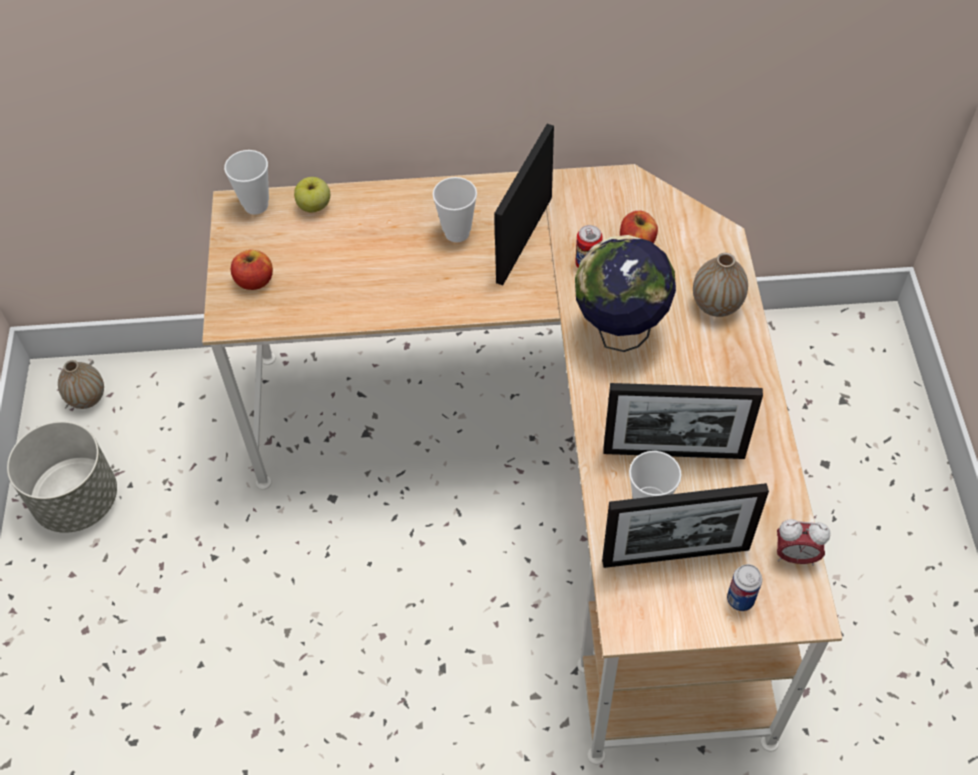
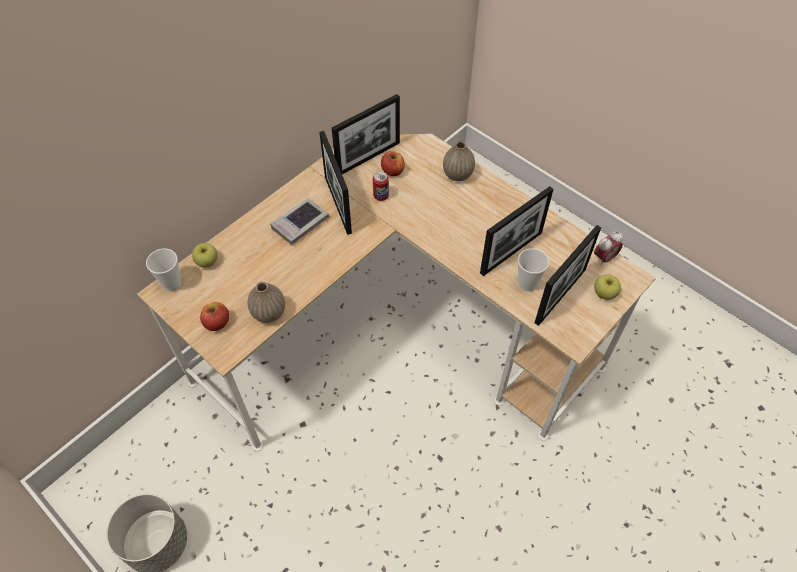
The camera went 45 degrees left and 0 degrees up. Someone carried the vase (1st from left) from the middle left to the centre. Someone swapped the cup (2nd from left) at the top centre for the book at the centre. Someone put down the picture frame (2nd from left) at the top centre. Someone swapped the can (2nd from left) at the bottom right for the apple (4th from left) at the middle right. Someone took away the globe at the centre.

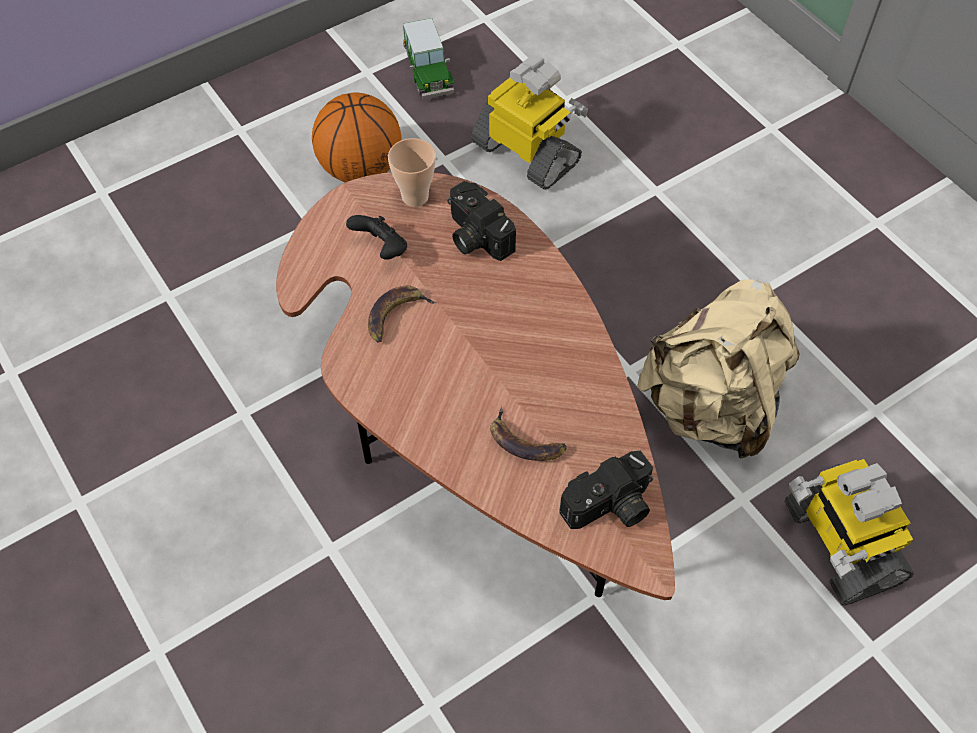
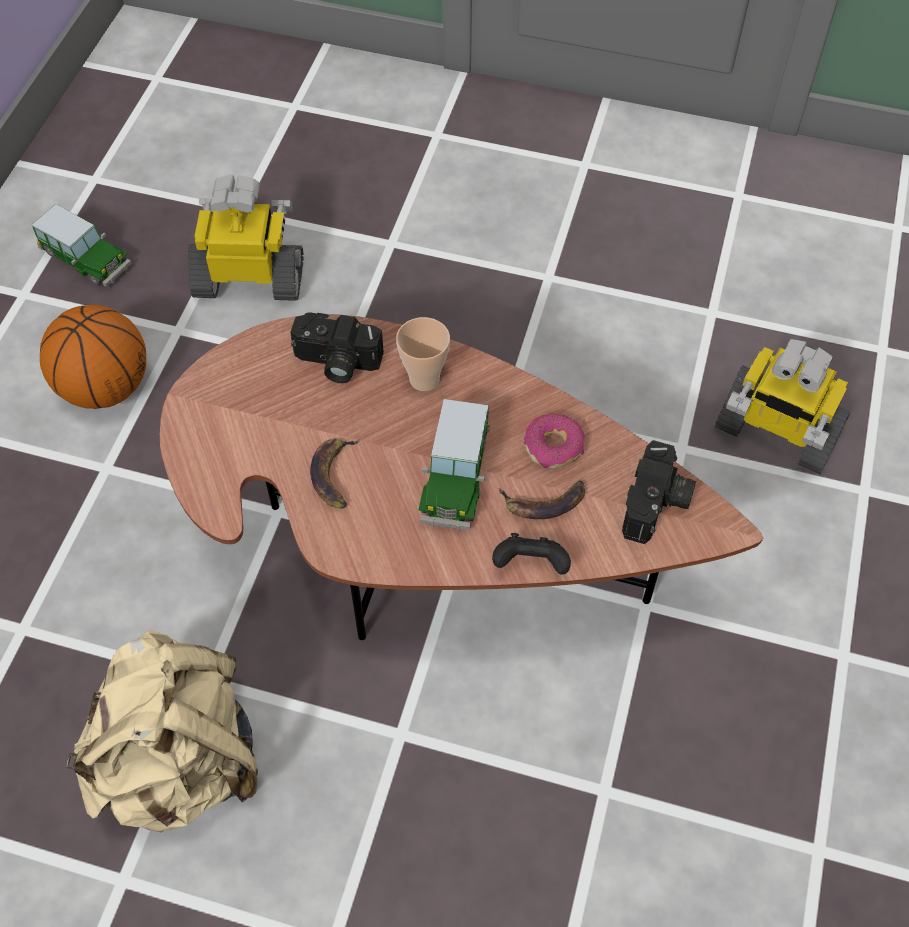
The camera went 40 degrees left and 0 degrees up. Someone carried the beige backpack from the middle right to the bottom left. Someone carried the cup from the top centre to the centre. Someone put down the toy car (2nd from left) at the centre. Someone carried the black game controller from the top centre to the centre. Someone put down the donut at the centre.

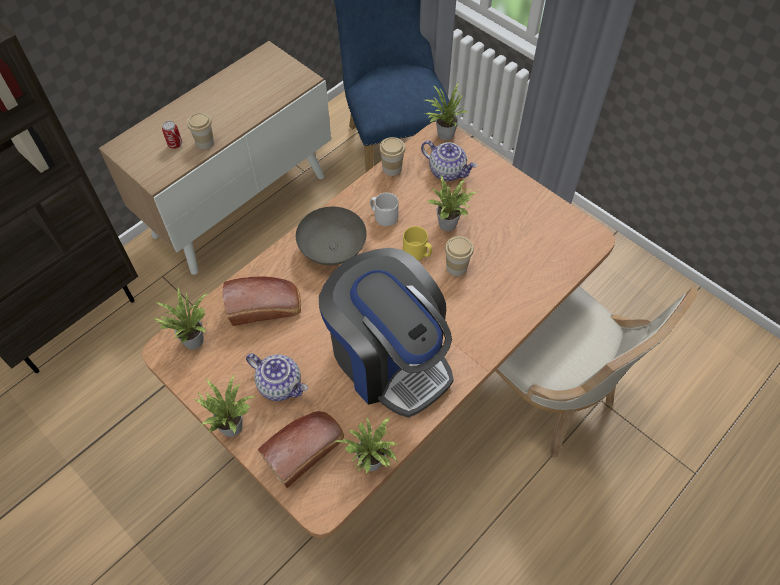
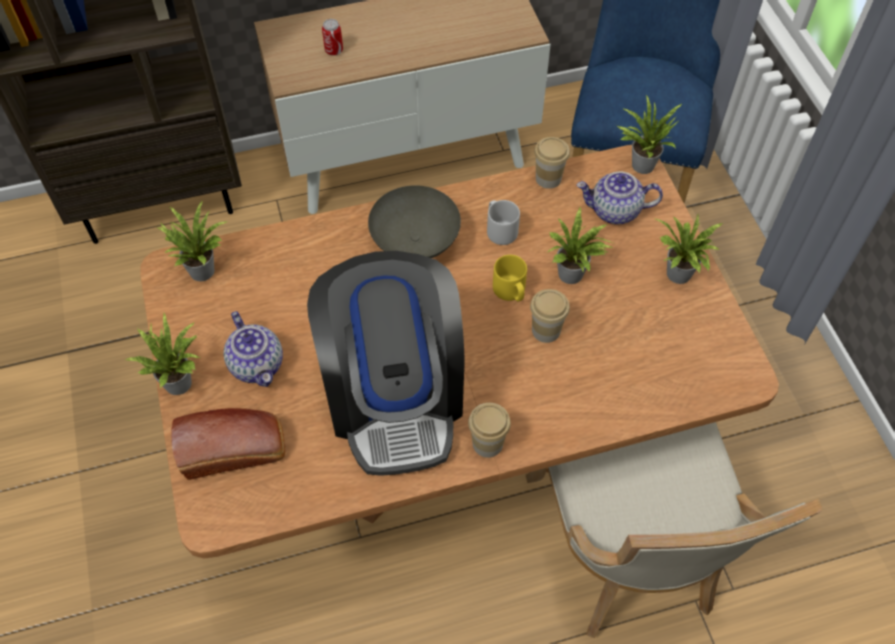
The camera went 30 degrees right and 0 degrees up. Someone carried the cup (1st from left) from the top left to the bottom centre. Someone rotated the teapot (2nd from left) at the top centre by 120 degrees clockwise. Someone carried the potted plant (3rd from left in the first image) from the bottom centre to the middle right. Someone took away the bread (1st from left) at the centre.

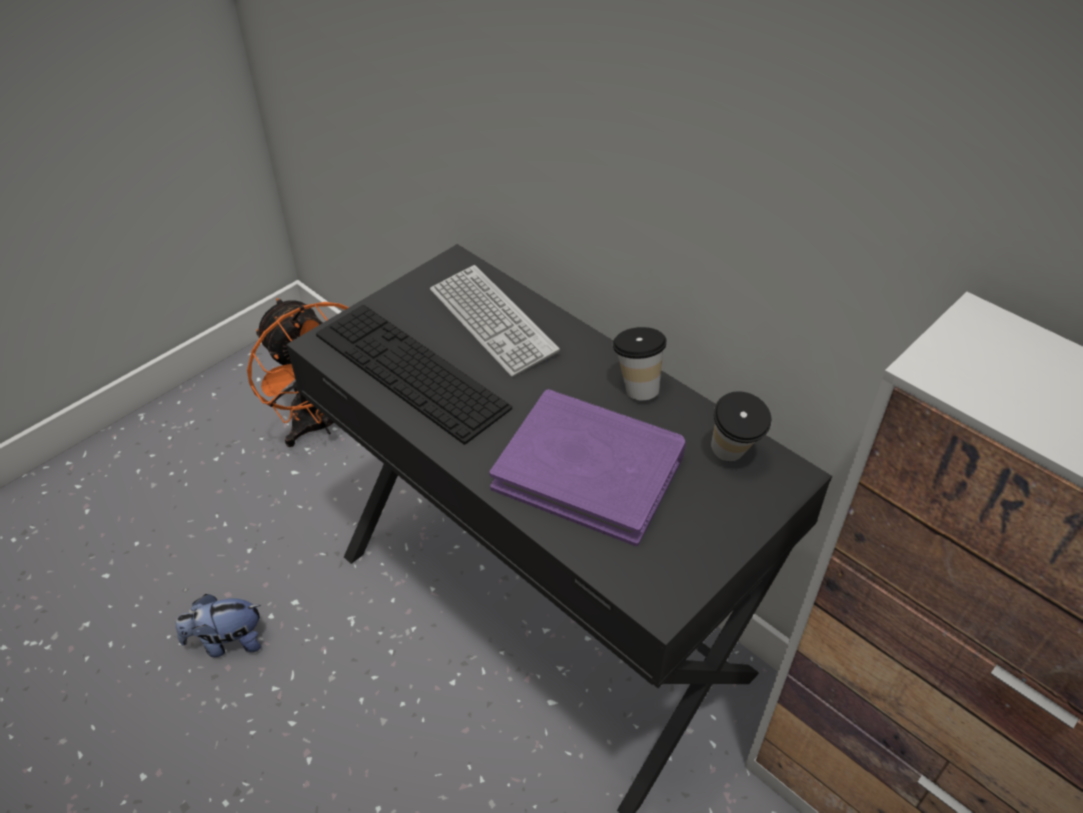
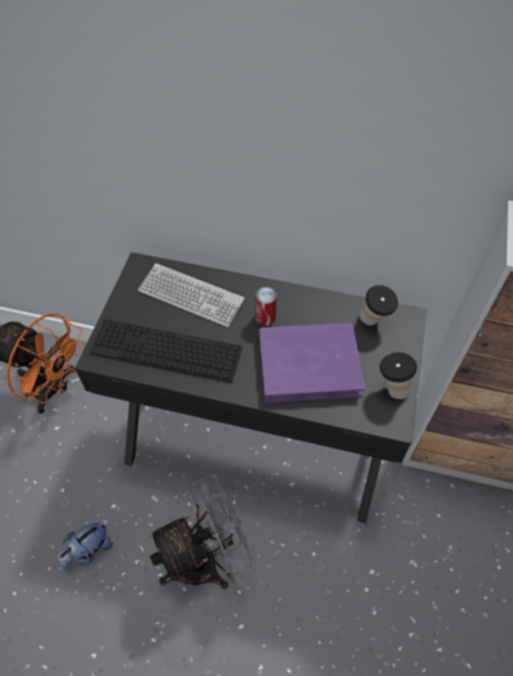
The camera went 30 degrees left and 10 degrees up. Someone put down the grey fan at the bottom centre. Someone put down the can at the centre. Someone carried the cup (1st from left in the first image) from the centre to the middle right.

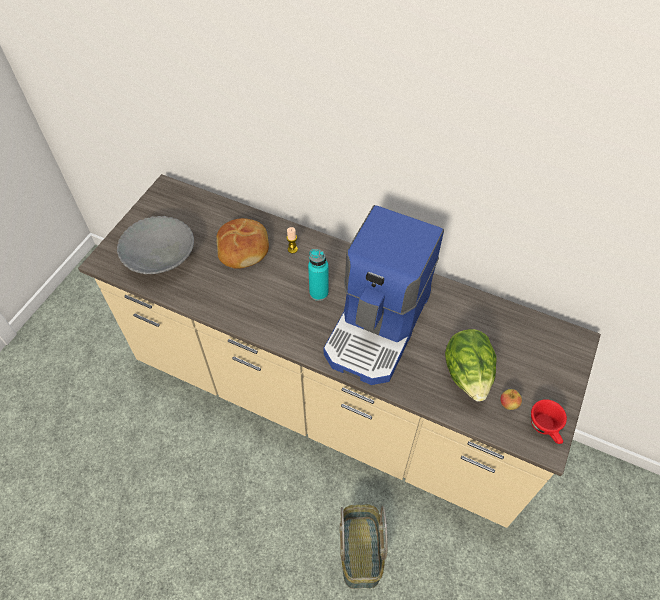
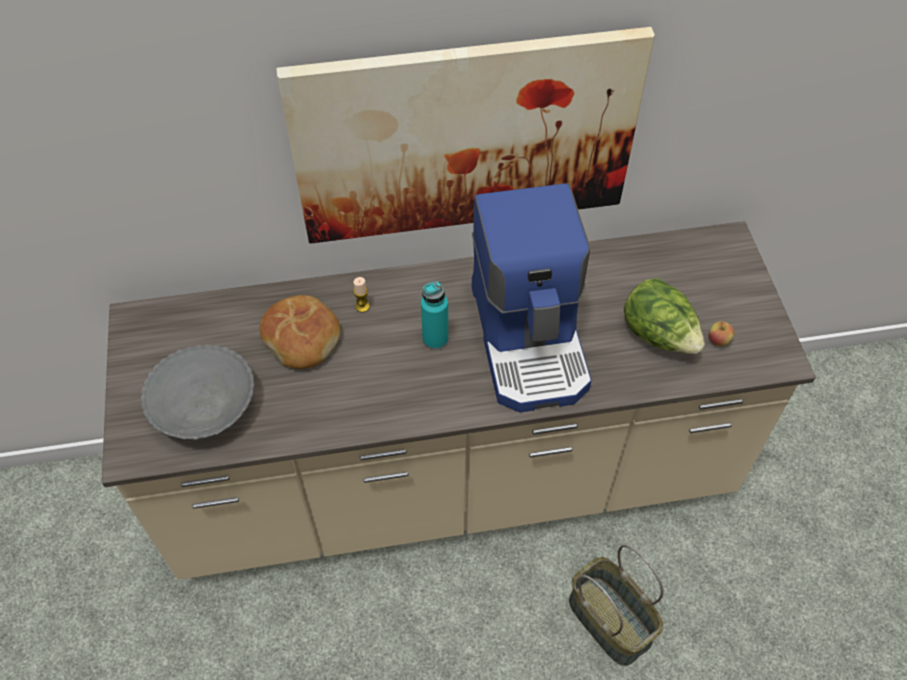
The camera went 35 degrees left and 0 degrees up. Someone put up the picture at the top centre. Someone took away the red cup at the bottom right.

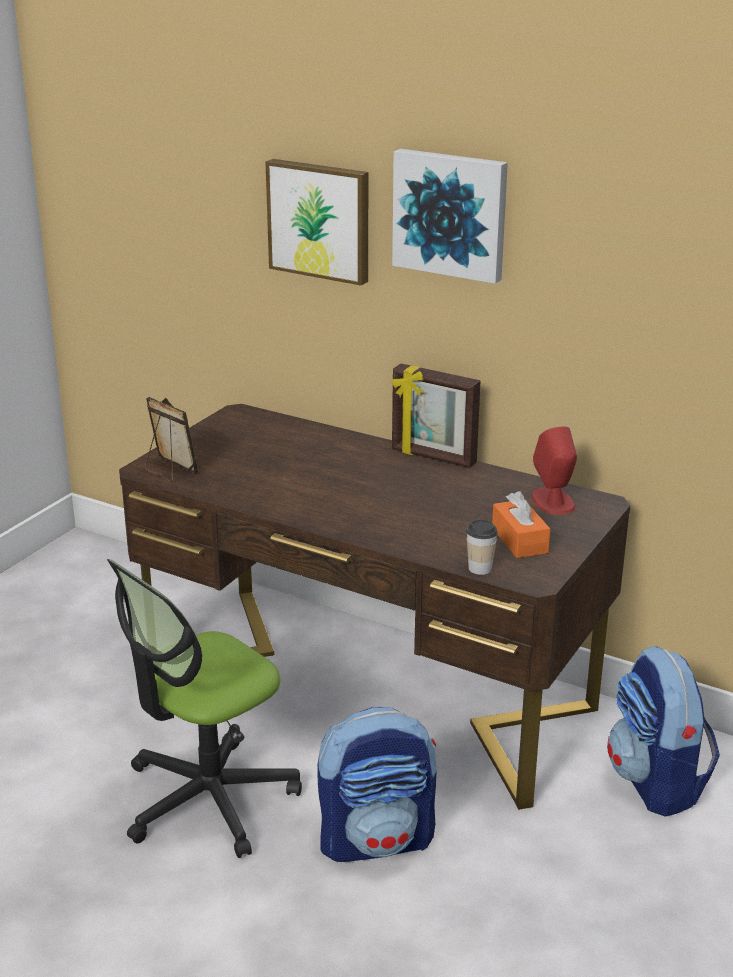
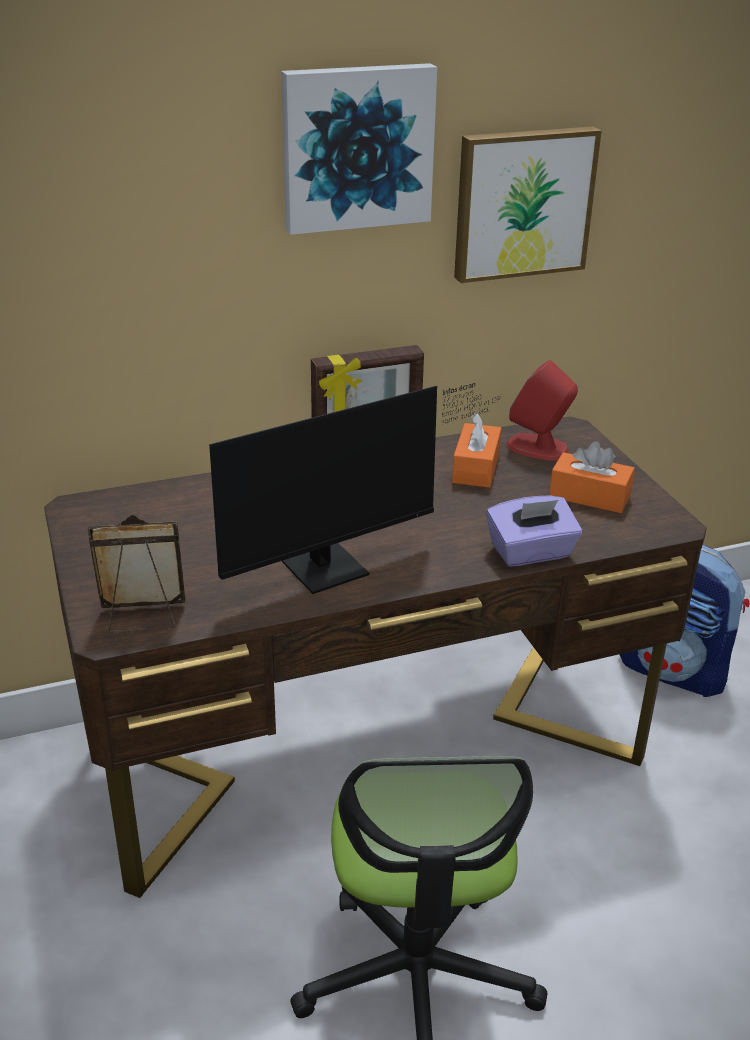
The camera went 50 degrees left and 5 degrees up. Someone put down the monitor at the centre. Someone put down the orange tissue box (1st from left) at the centre. Someone carried the picture (1st from left in the first image) from the top centre to the top right. Someone put down the purple tissue box at the middle right. Someone took away the backpack (1st from left) at the bottom centre. Someone took away the cup at the centre.

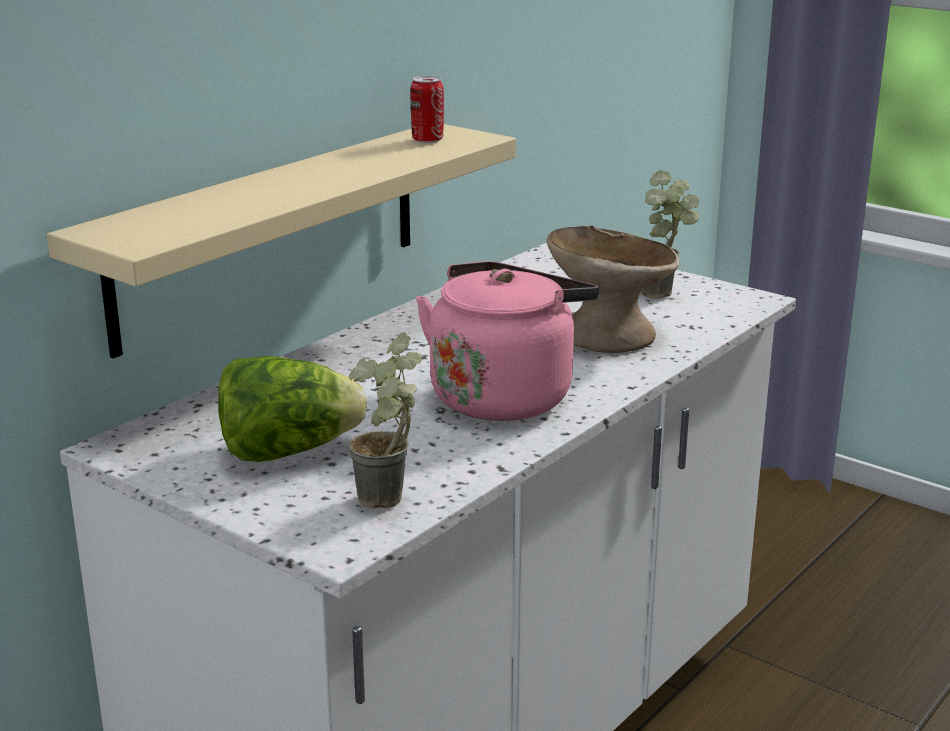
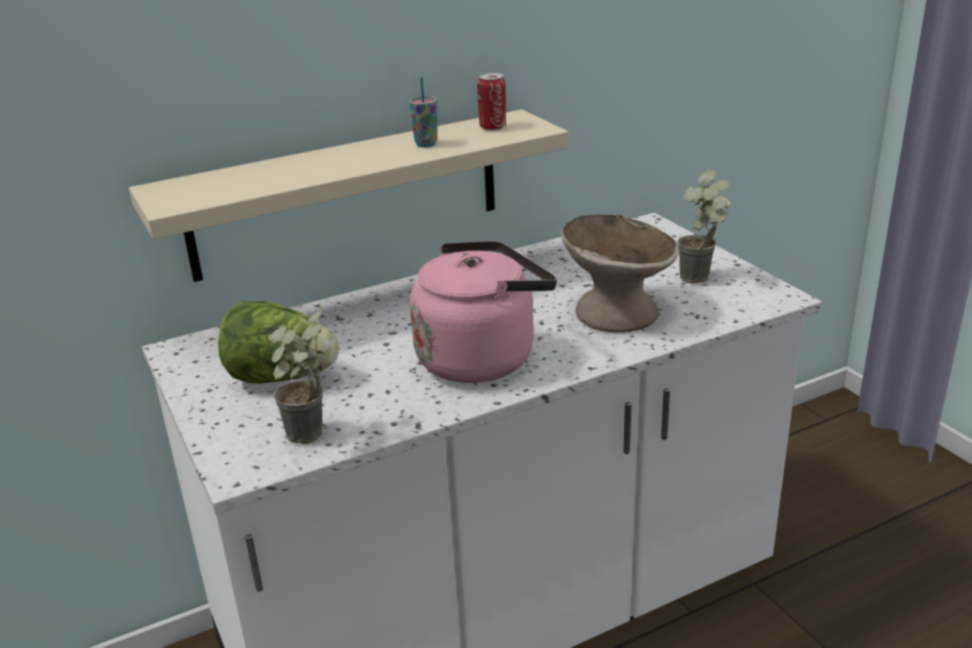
The camera went 25 degrees right and 5 degrees up. Someone put down the cup at the top centre.

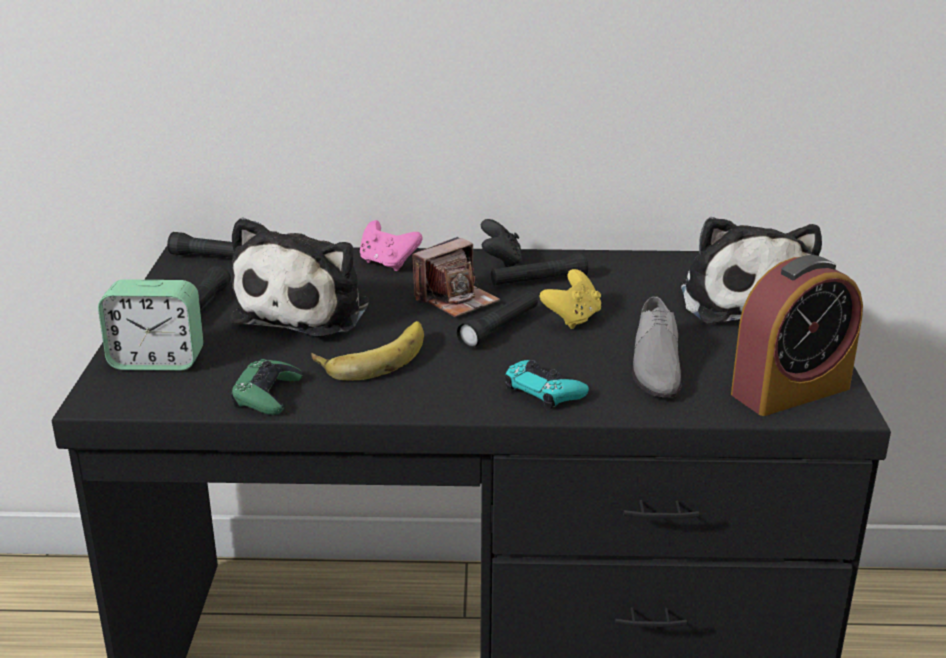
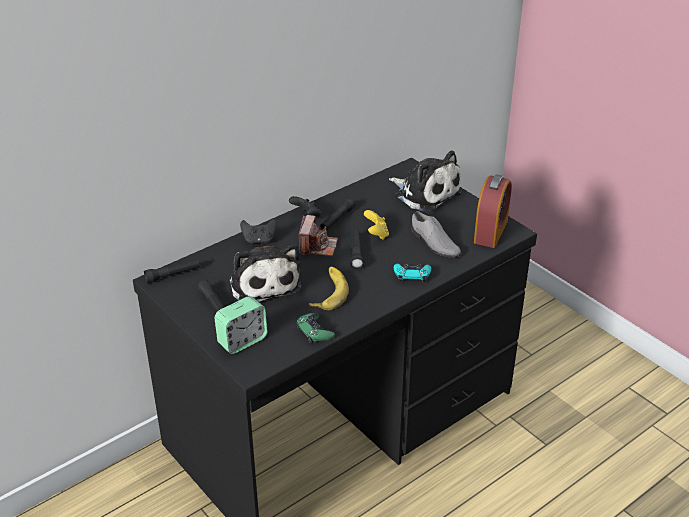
The camera went 40 degrees left and 10 degrees up. Someone repainted the pink game controller at the centre, which became the black game controller (1st from left) at the centre.

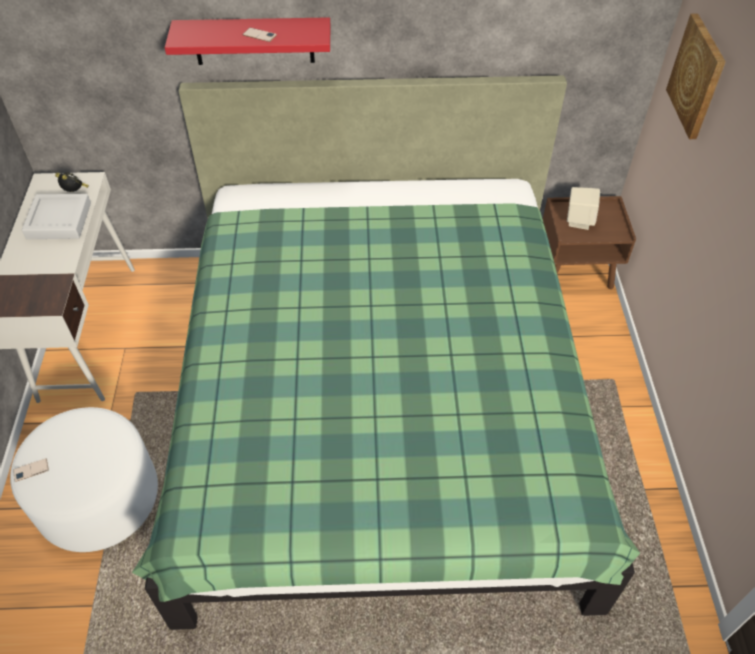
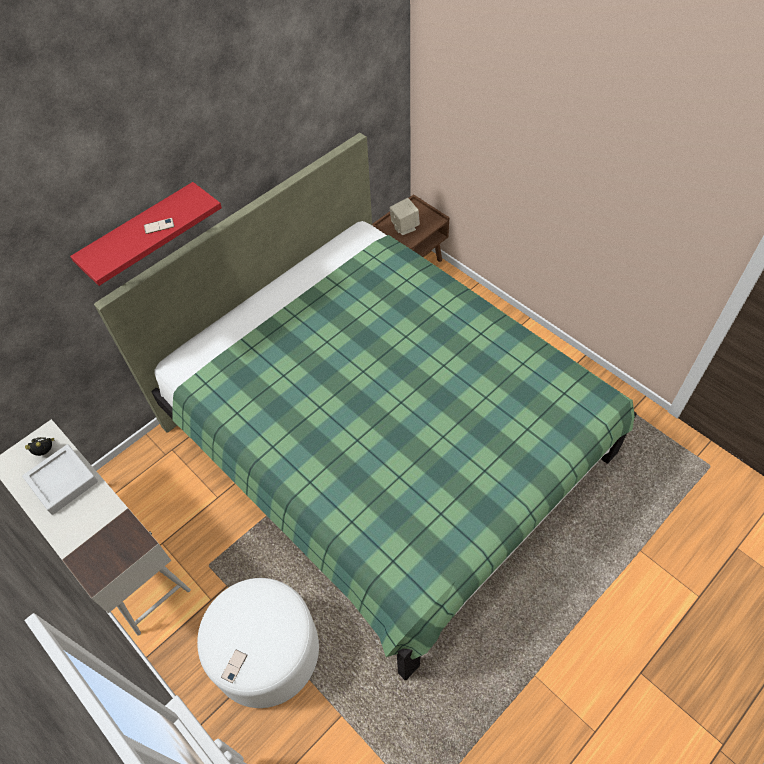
The camera went 40 degrees left and 5 degrees up. Someone took away the picture at the top right.

